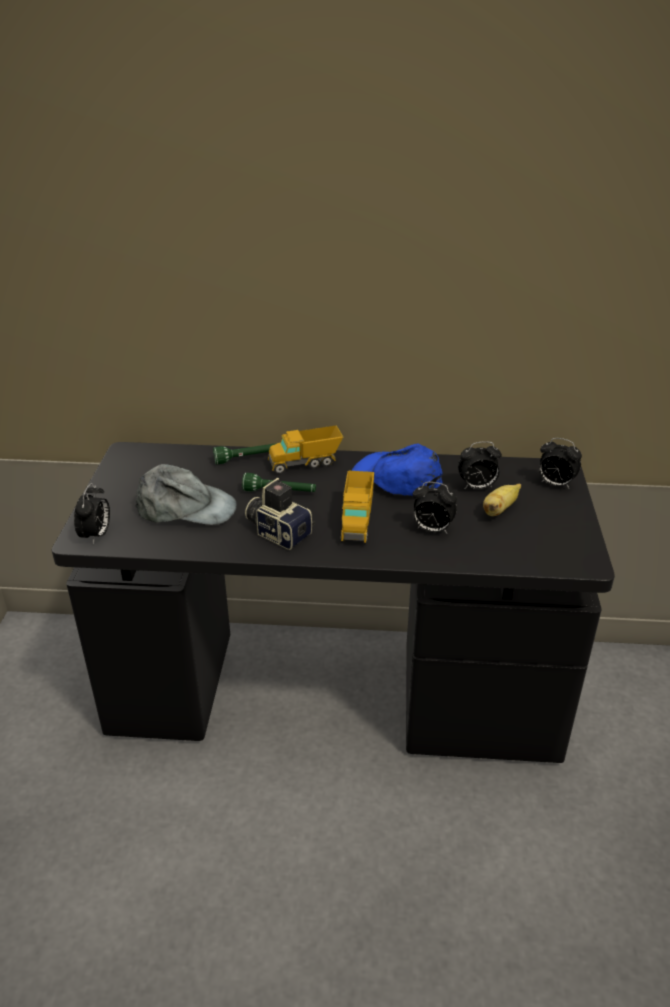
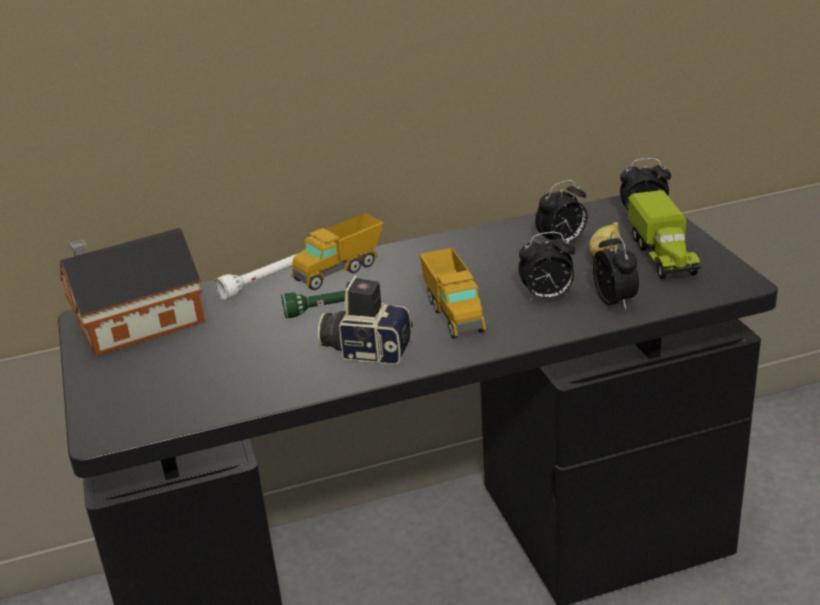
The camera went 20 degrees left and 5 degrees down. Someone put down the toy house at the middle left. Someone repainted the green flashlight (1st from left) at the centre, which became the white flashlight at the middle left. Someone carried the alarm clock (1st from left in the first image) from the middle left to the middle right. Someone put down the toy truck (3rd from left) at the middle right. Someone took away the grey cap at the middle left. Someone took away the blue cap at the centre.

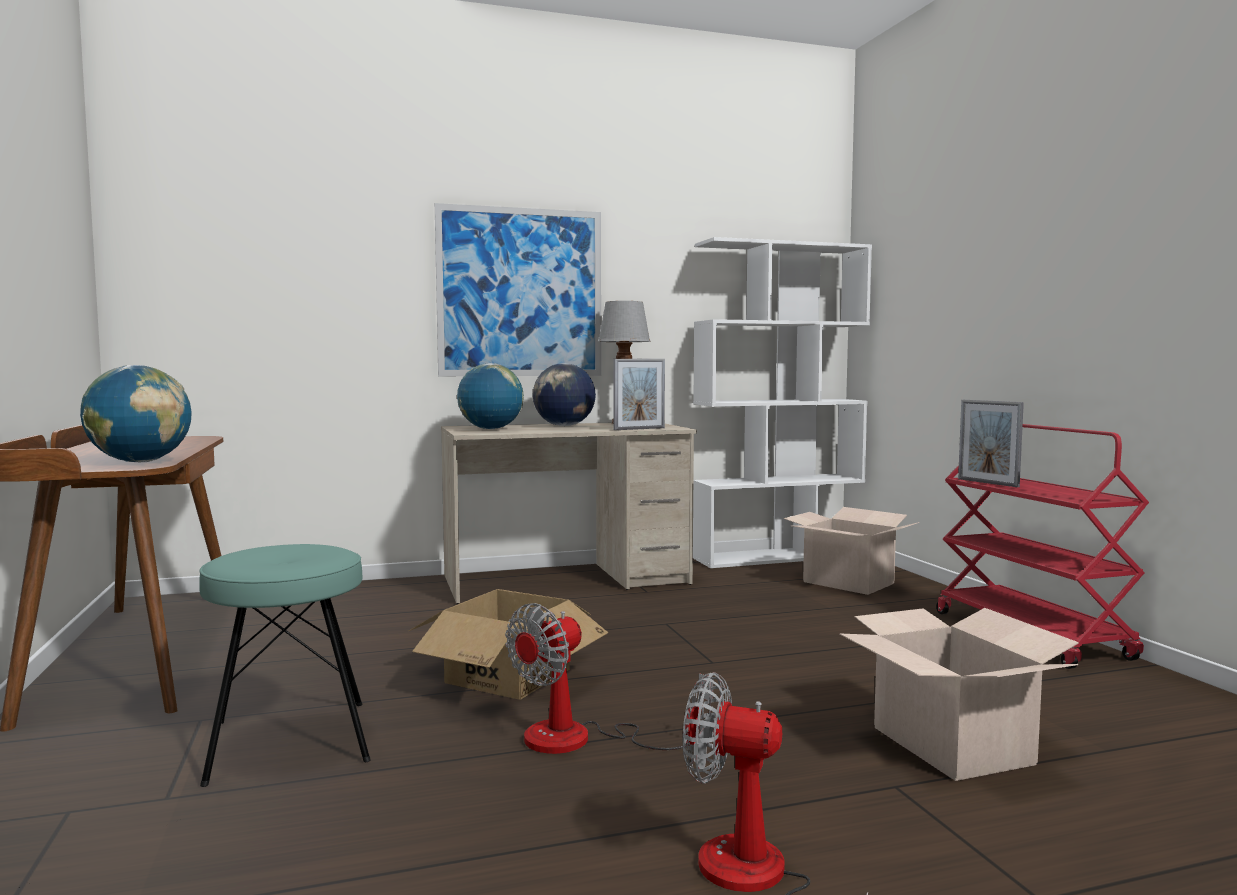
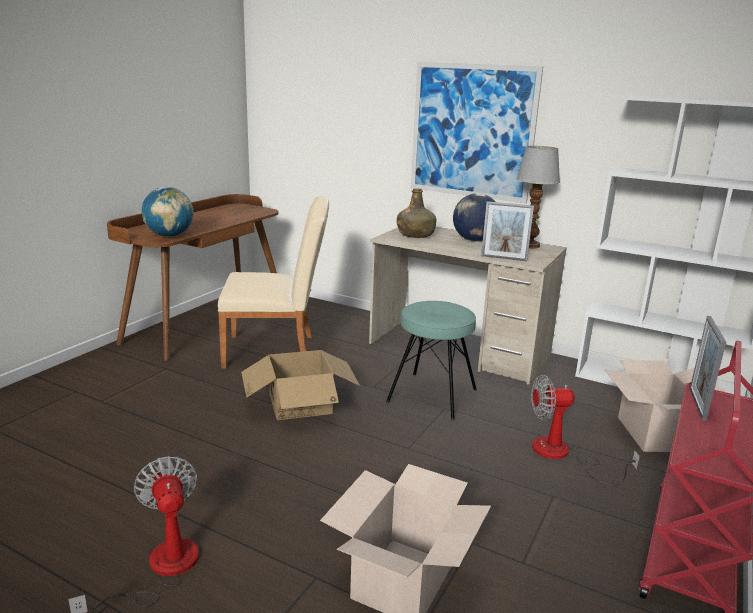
The camera went 45 degrees right and 15 degrees up. Someone put down the beige chair at the centre. Someone carried the turquoise stool from the bottom left to the centre. Someone swapped the globe (2nd from left) at the centre for the green bottle at the centre. Someone carried the fan (1st from left in the first image) from the bottom centre to the bottom right.

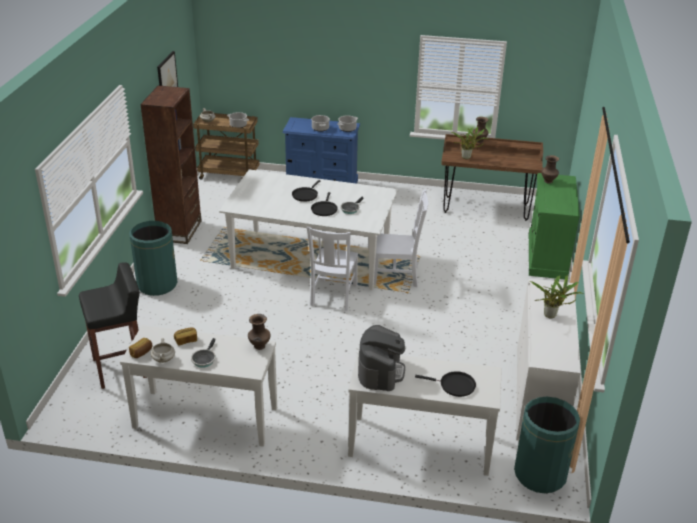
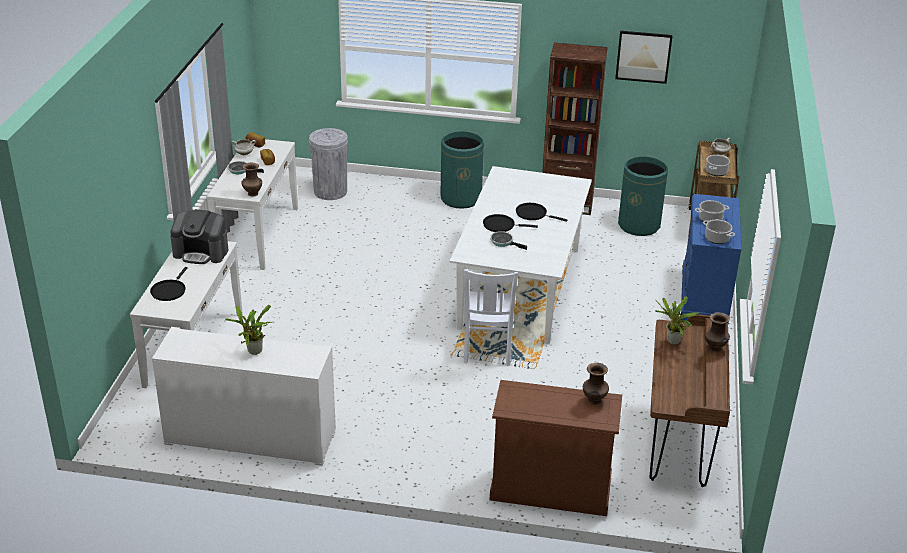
The camera went 90 degrees right and 0 degrees up. Someone swapped the black stool at the middle left for the grey trash can at the top centre. Someone repainted the green dresser at the middle right, which became the brown dresser at the bottom centre. Someone carried the green trash can (2nd from left) from the bottom right to the middle right. Someone took away the white chair (1st from left) at the centre.

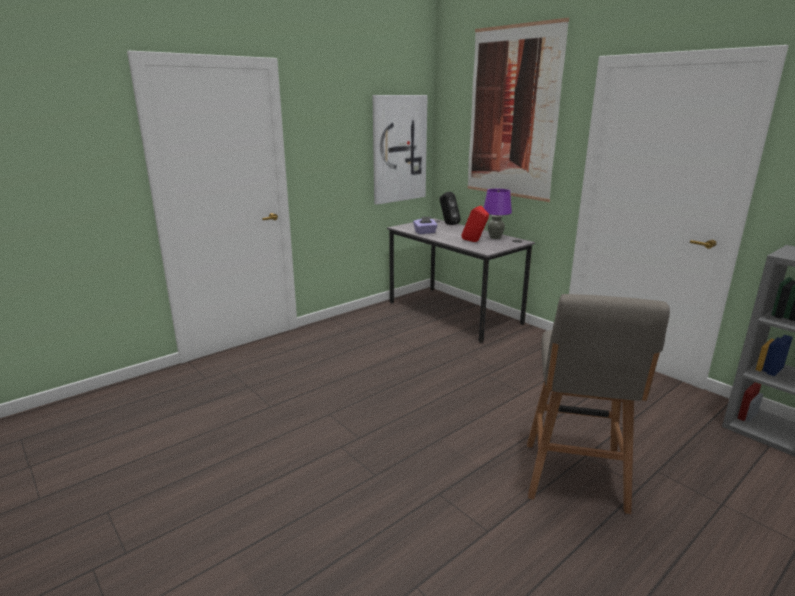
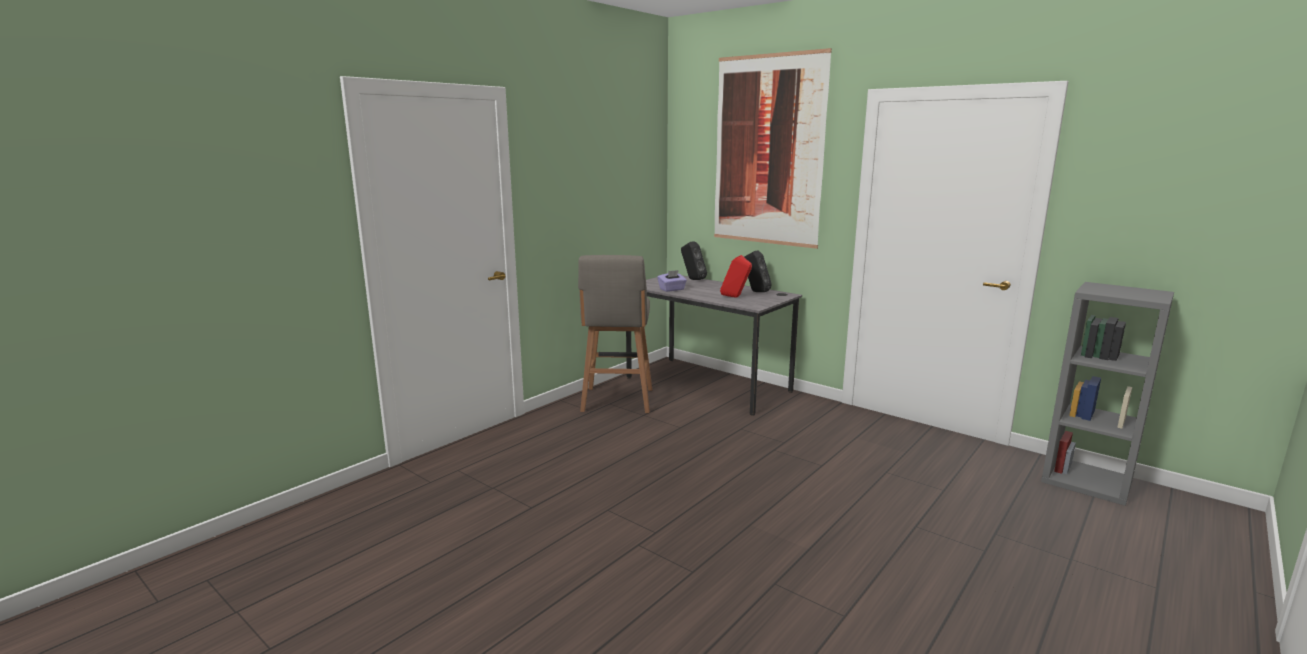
The camera went 10 degrees left and 5 degrees down. Someone carried the grey stool from the bottom right to the centre. Someone swapped the purple table lamp at the centre for the black speaker (2nd from left) at the centre. Someone took away the picture (1st from left) at the top centre.

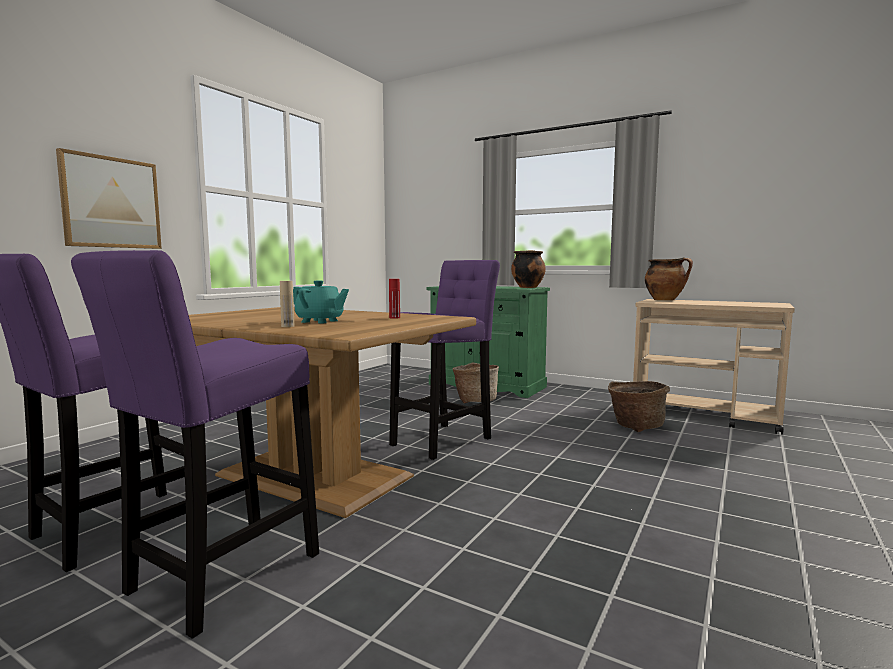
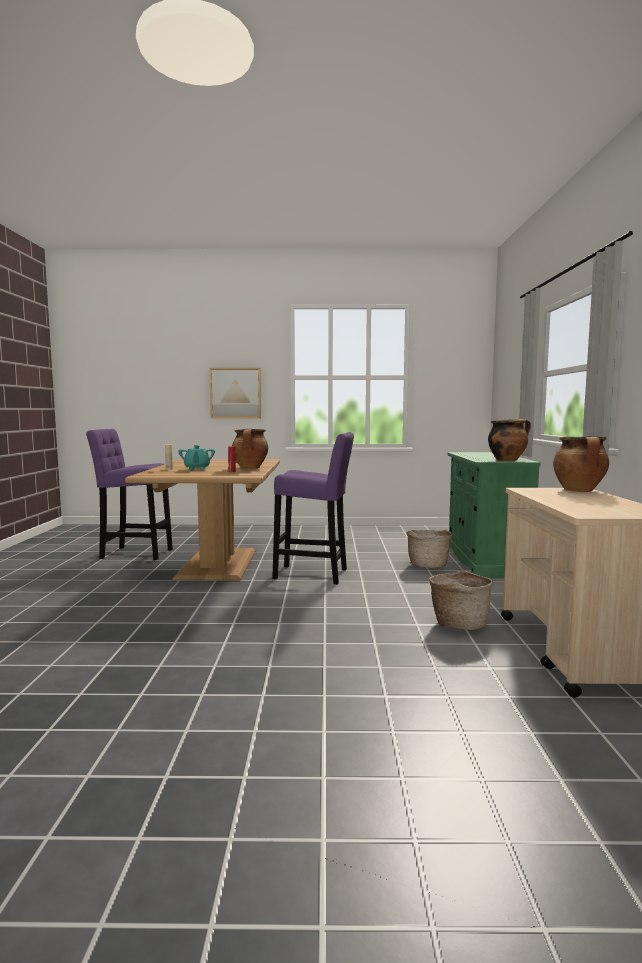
The camera went 60 degrees right and 0 degrees up. Someone put down the cooking pot (1st from left) at the centre. Someone took away the purple stool (2nd from left) at the middle left.

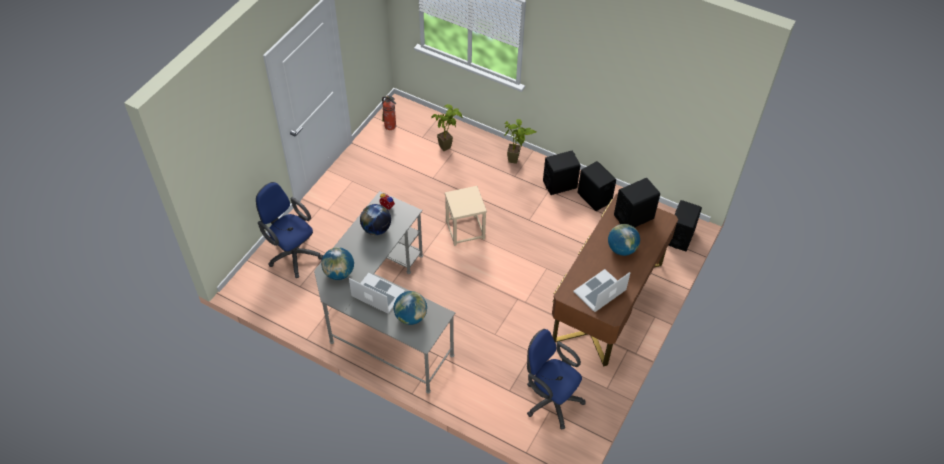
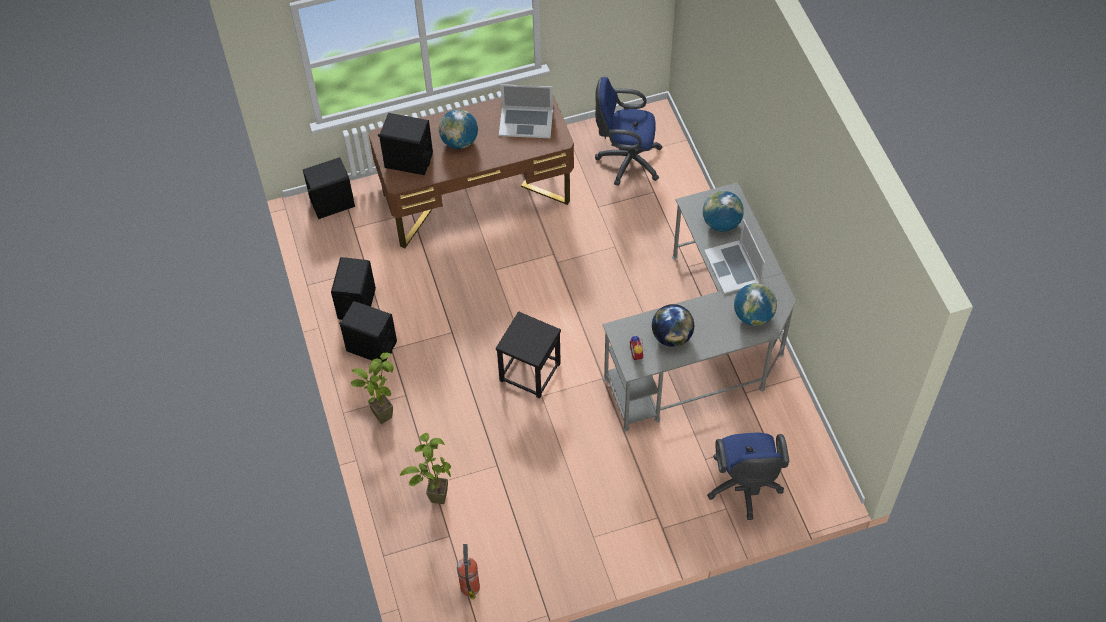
The camera went 135 degrees left and 5 degrees up. Someone repainted the beige stool at the centre, which became the black stool at the centre. Someone rotated the blue office chair (2nd from left in the first image) at the bottom centre by 105 degrees clockwise.

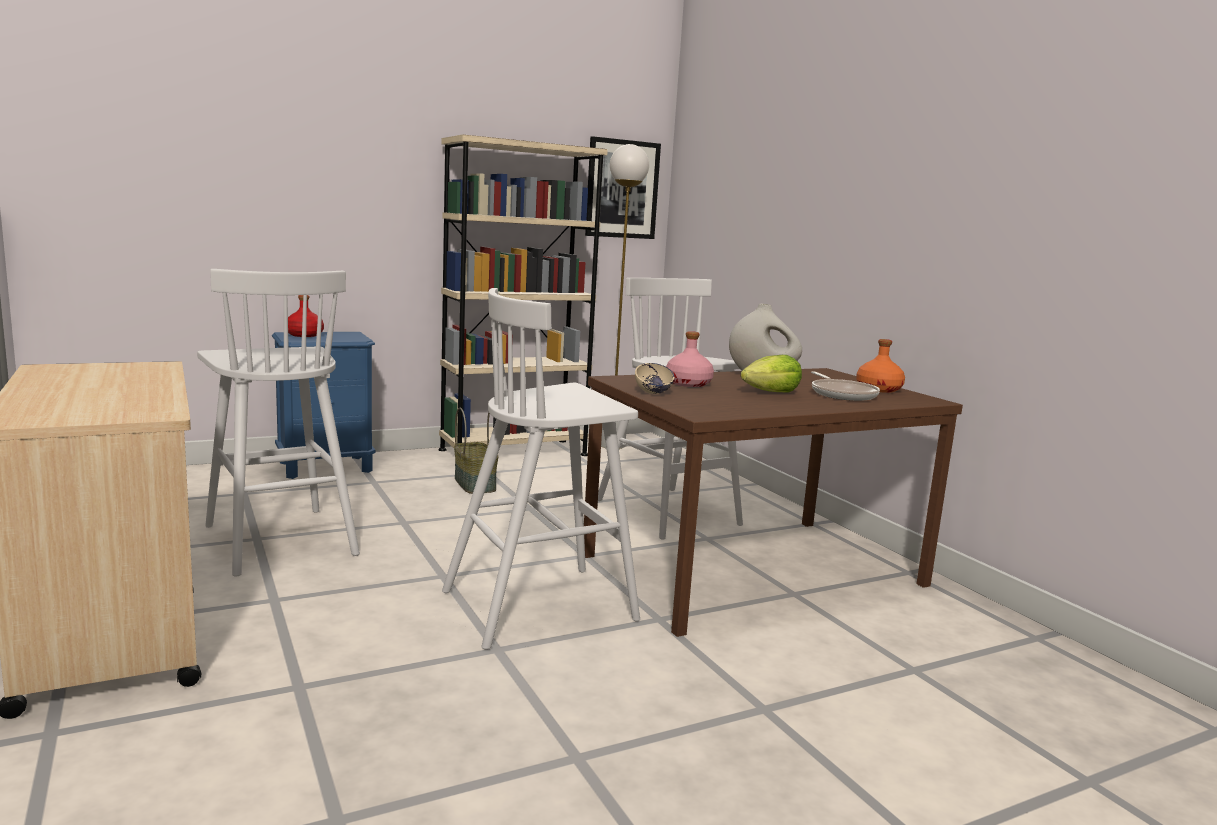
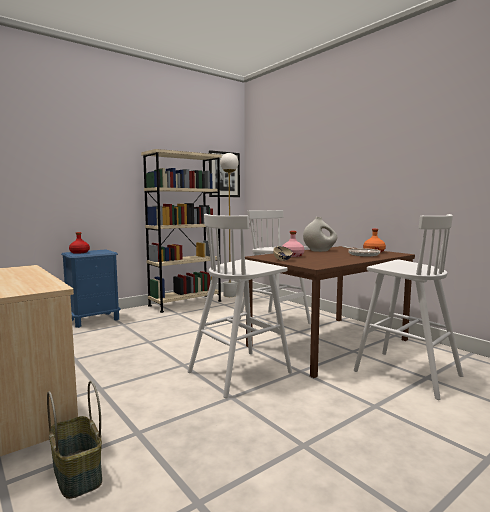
The camera went 10 degrees left and 5 degrees down. Someone carried the basket from the centre to the bottom left. Someone carried the white stool (1st from left in the first image) from the middle left to the middle right. Someone took away the lettuce at the centre.

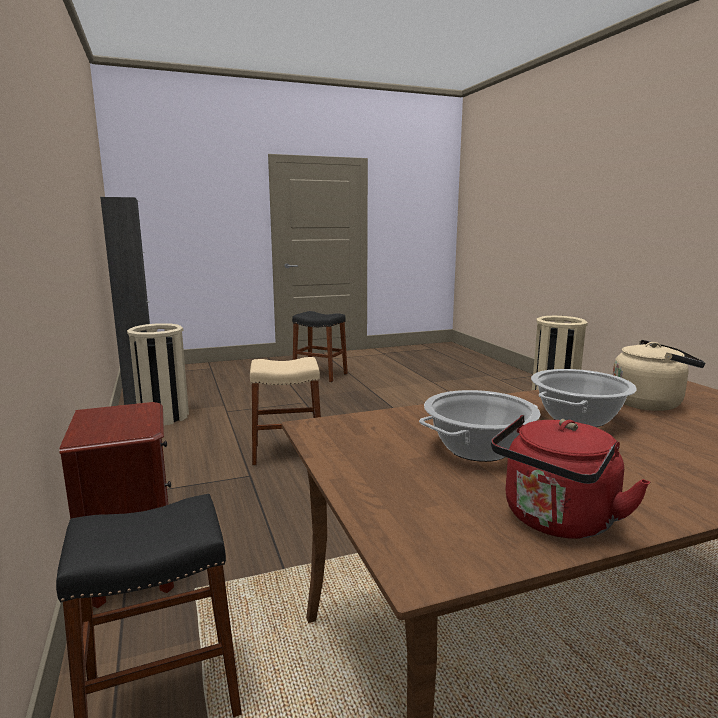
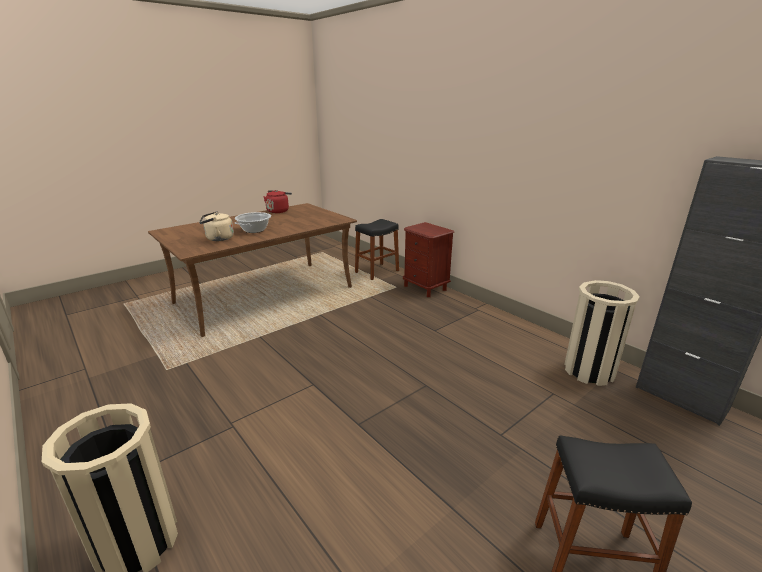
The camera went 160 degrees right and 10 degrees up. Someone took away the beige stool at the centre. Someone took away the cooking pot (1st from left) at the middle right.

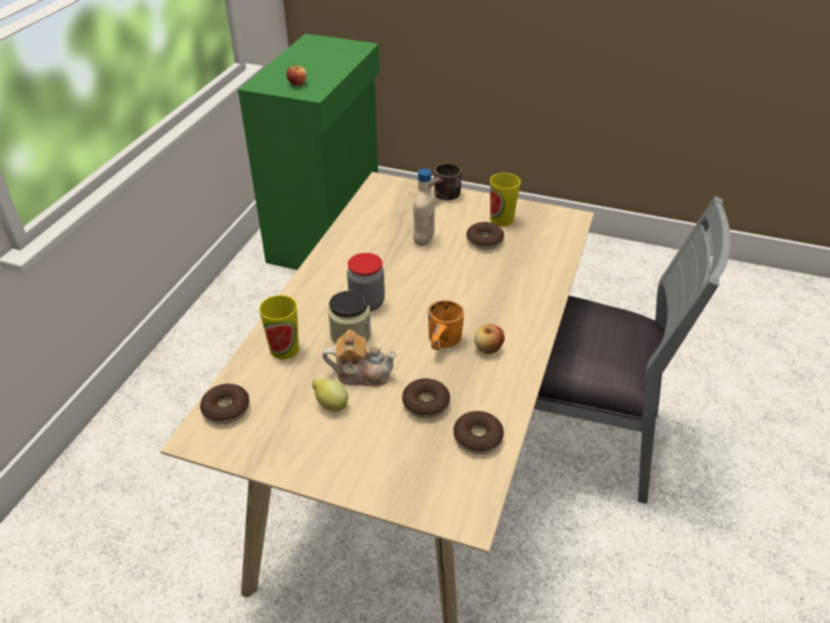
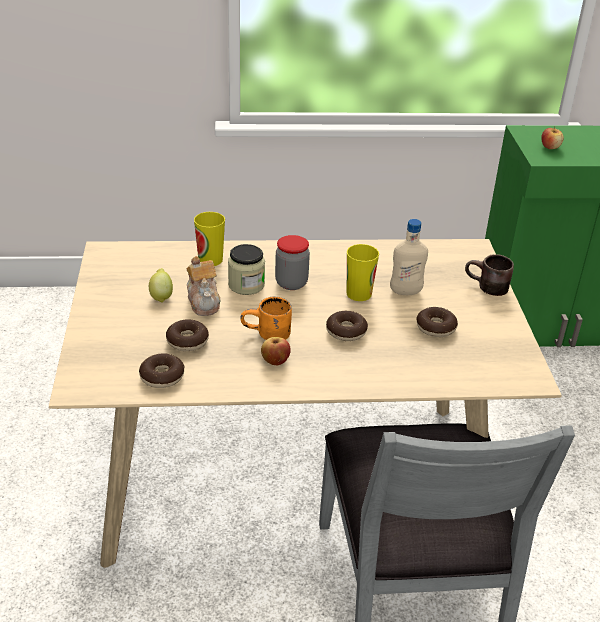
The camera went 65 degrees right and 5 degrees down. Someone carried the donut (1st from left in the first image) from the middle left to the centre. Someone carried the cup (2nd from left) from the top centre to the centre.

